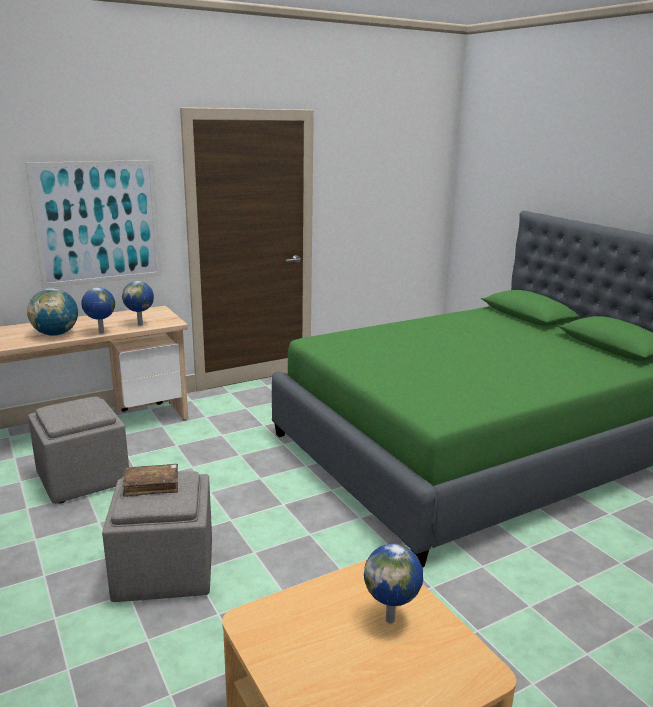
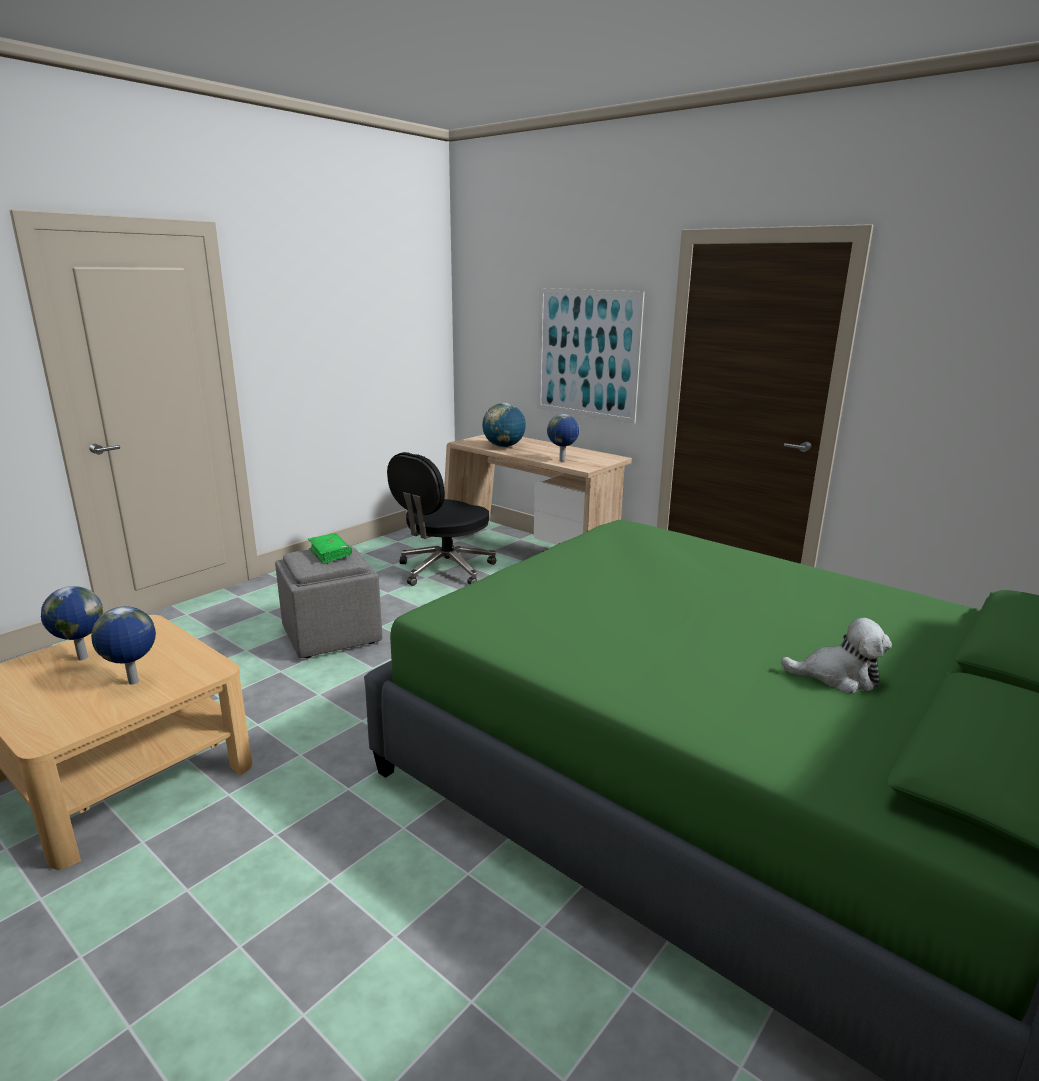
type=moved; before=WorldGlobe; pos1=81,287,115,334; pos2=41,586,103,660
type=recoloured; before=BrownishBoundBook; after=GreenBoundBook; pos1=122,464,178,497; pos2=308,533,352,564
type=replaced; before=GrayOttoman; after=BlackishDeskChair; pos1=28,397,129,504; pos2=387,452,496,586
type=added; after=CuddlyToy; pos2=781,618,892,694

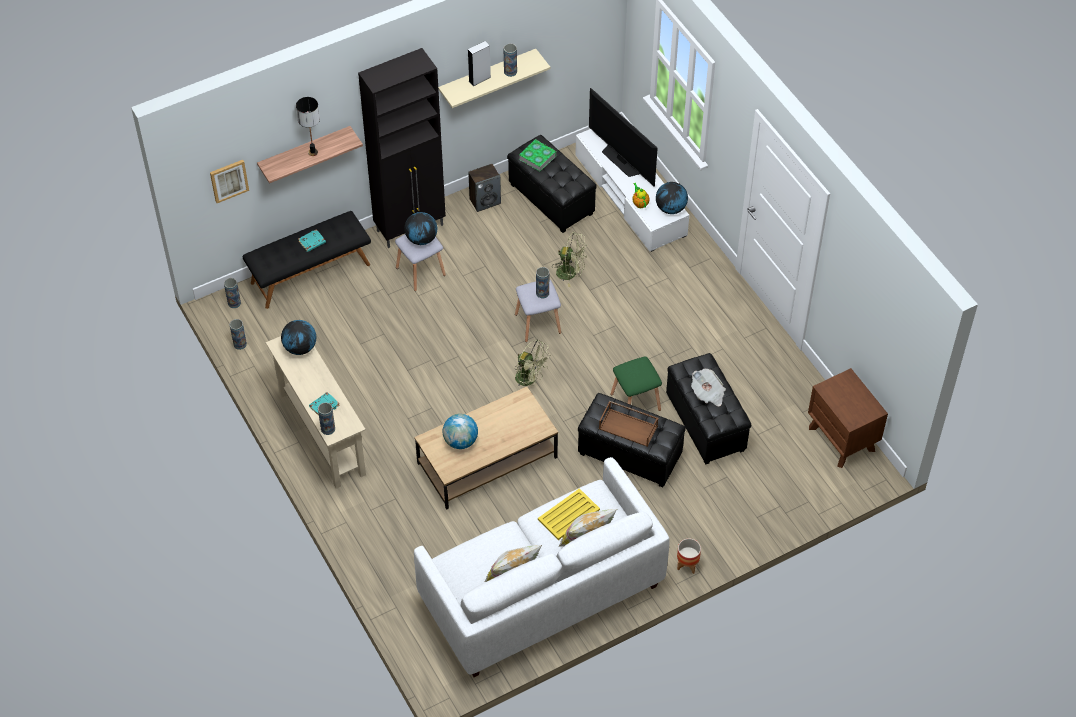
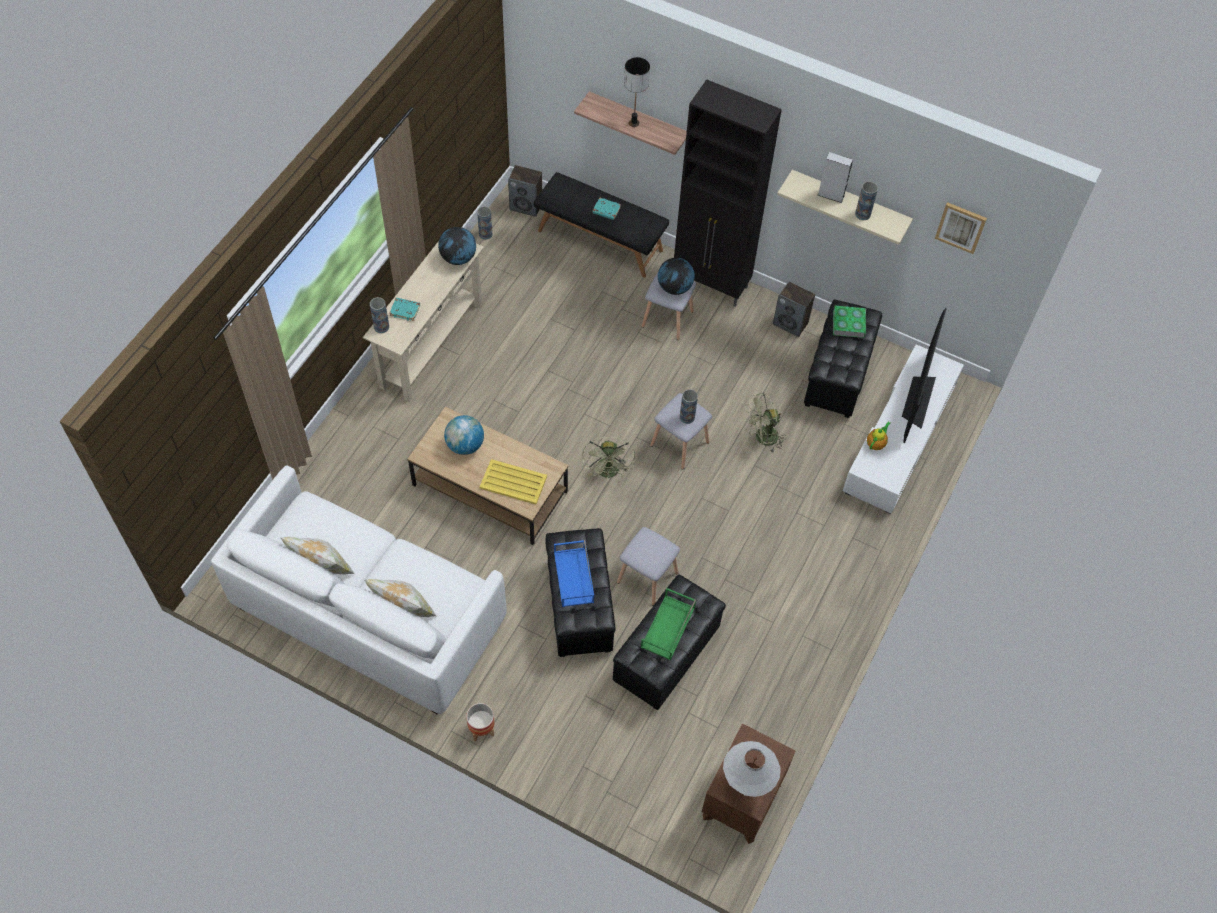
type=moved; before=YellowishServingTray; pos1=538,488,600,540; pos2=480,459,547,504
type=replaced; before=Vase; after=AudioSpeaker; pos1=224,278,241,308; pos2=508,165,542,217
type=recoloured; before=BrownishServingTray; after=BlueColouredServingTray; pos1=599,401,658,447; pos2=554,540,594,607
type=recoloured; before=GreenStool; after=GrayStool; pos1=610,356,662,411; pos2=617,527,680,605
type=replaced; before=DailyPaper; after=GreenServingTray; pos1=691,369,726,406; pos2=641,588,696,660
type=added; after=WhitishLampForATable; pos2=723,741,781,797
type=turned; before=GreenCoolingFan; pos1=553,232,587,287; pos2=745,393,787,452; turn=90
type=moved; before=Picture; pos1=210,160,249,203; pos2=935,202,987,254
type=removed; before=WorldGlobe; pos1=656,182,688,214

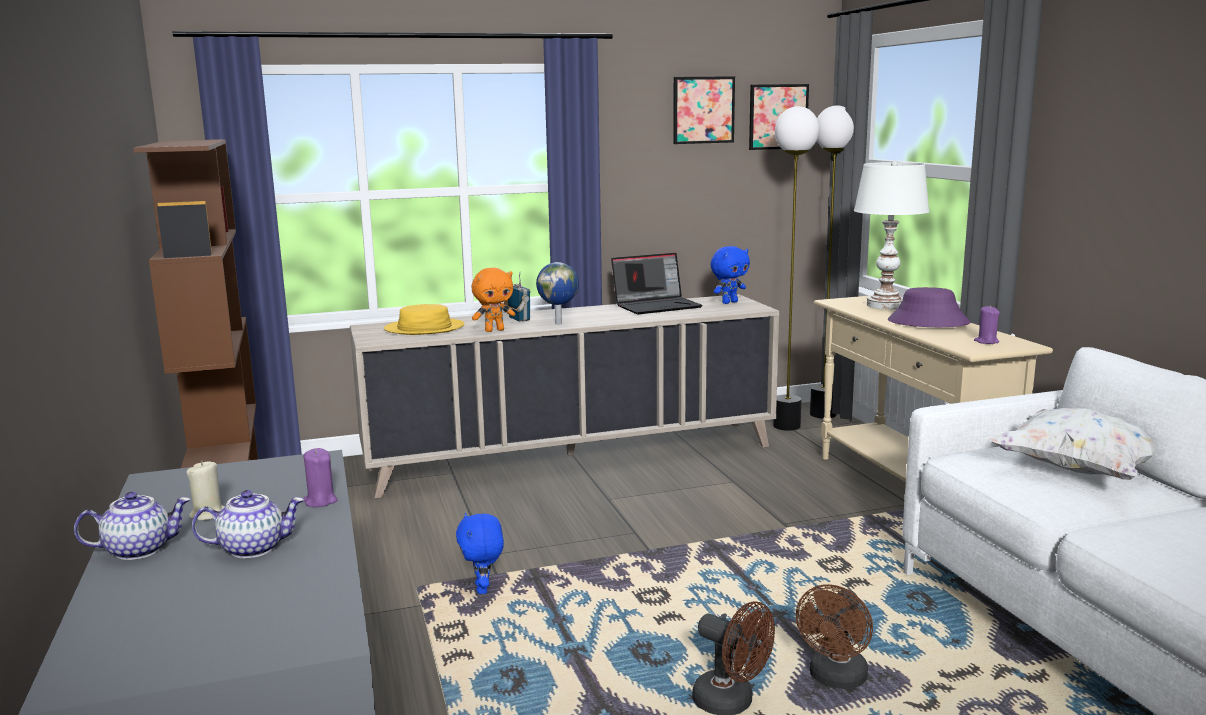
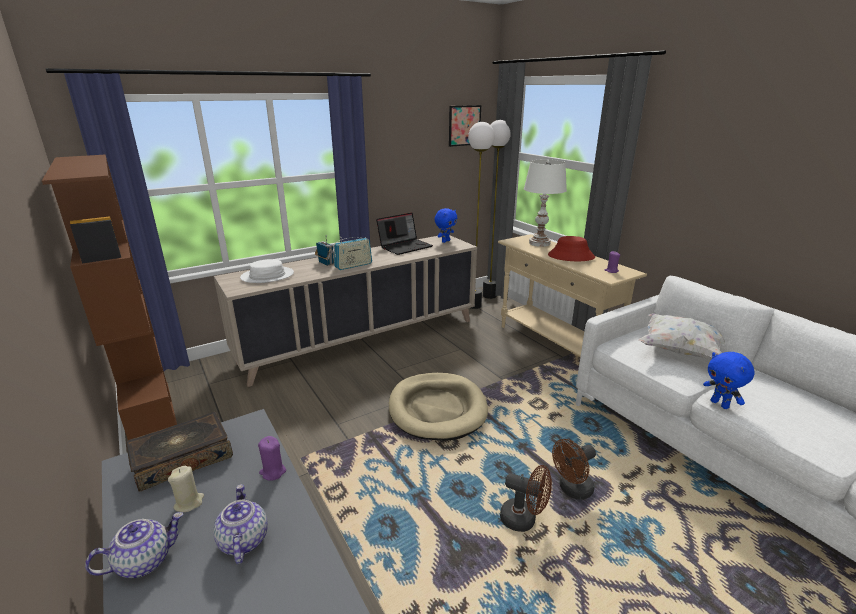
type=added; after=BoundBook; pos2=126,412,233,492
type=turned; before=PotForTea; pos1=192,490,304,558; pos2=213,484,268,564; turn=-75
type=recoloured; before=YellowishWearableHat; after=WhitishWearableHat; pos1=384,304,465,335; pos2=240,259,294,283
type=replaced; before=WorldGlobe; after=RadioReceiver; pos1=536,262,579,325; pos2=334,237,372,270
type=added; after=BeigeColouredPetBed; pos2=389,373,488,441
type=recoloured; before=PurplishWearableHat; after=ReddishWearableHat; pos1=888,287,971,327; pos2=548,236,595,261
type=turned; before=BrownishCoolingFan; pos1=796,584,873,689; pos2=552,439,596,500; turn=45
type=moved; before=BlueColouredCuddlyToy; pos1=456,513,504,594; pos2=703,352,755,409
type=removed; before=OrangeColouredCuddlyToy; pos1=472,268,515,332
type=removed; before=Picture; pos1=674,76,735,144

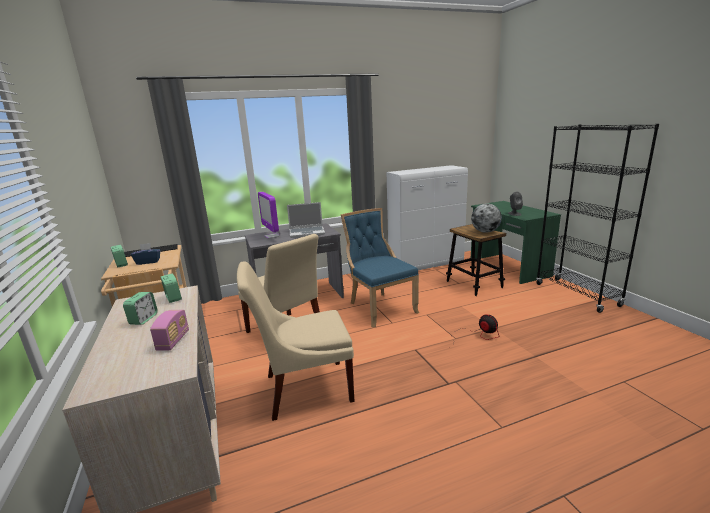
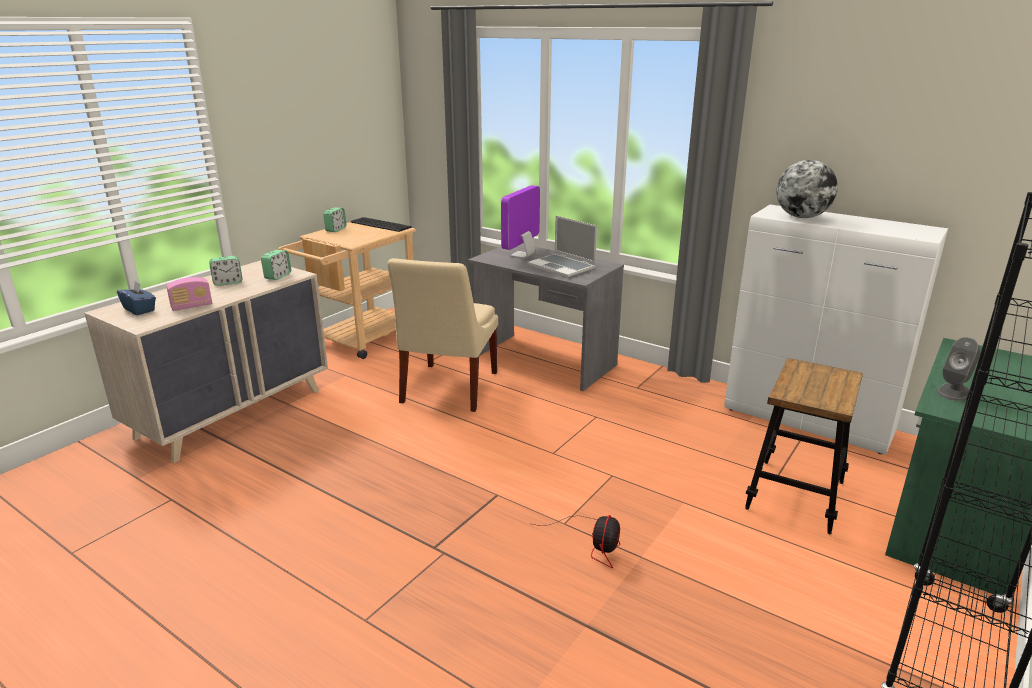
type=moved; before=BlueColouredBoxOfTissues; pos1=131,243,161,265; pos2=117,281,156,315
type=moved; before=WorldGlobe; pos1=471,204,502,233; pos2=776,160,838,218
type=removed; before=BeigeColouredPlainChair; pos1=237,261,355,421
type=removed; before=BlueColouredPlainChair; pos1=341,208,419,328

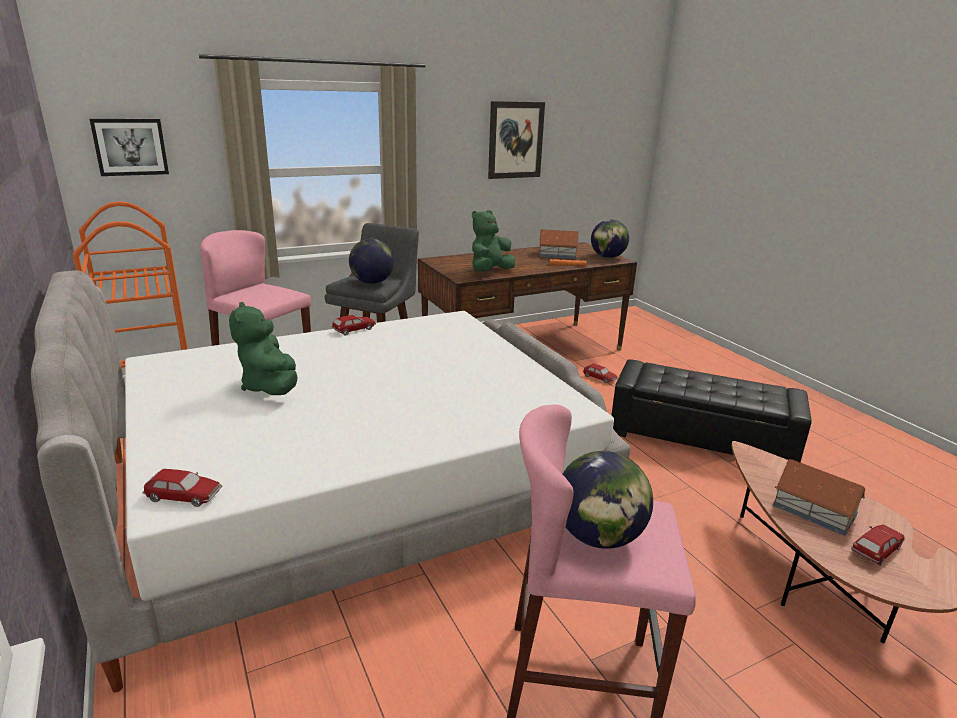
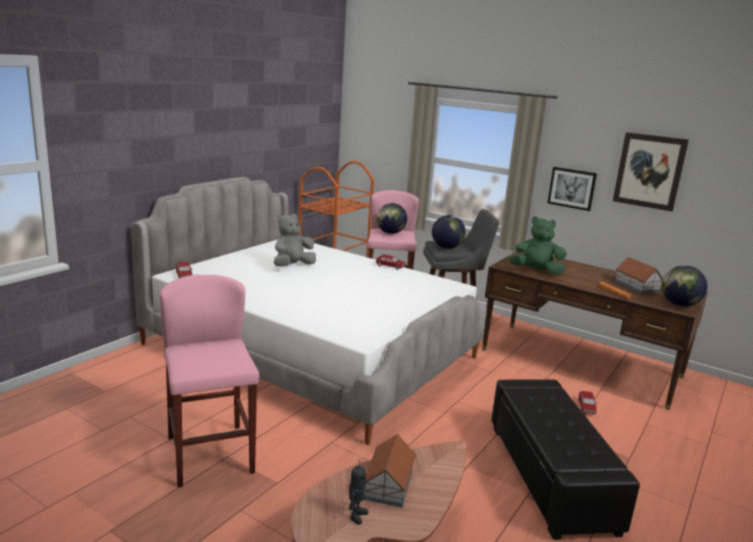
type=recoloured; before=GreenCuddlyToy; after=GrayCuddlyToy; pos1=229,302,297,395; pos2=274,214,316,267
type=replaced; before=ToyCar; after=ToyRobot; pos1=851,525,905,566; pos2=349,460,368,525
type=moved; before=WorldGlobe; pos1=562,451,653,549; pos2=377,203,407,234
type=moved; before=Picture; pos1=89,119,169,176; pos2=547,167,597,211

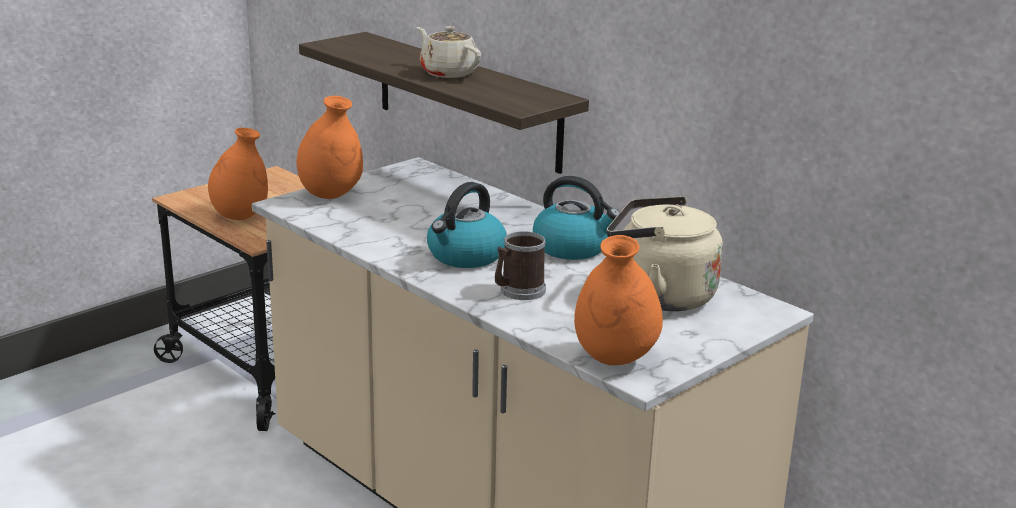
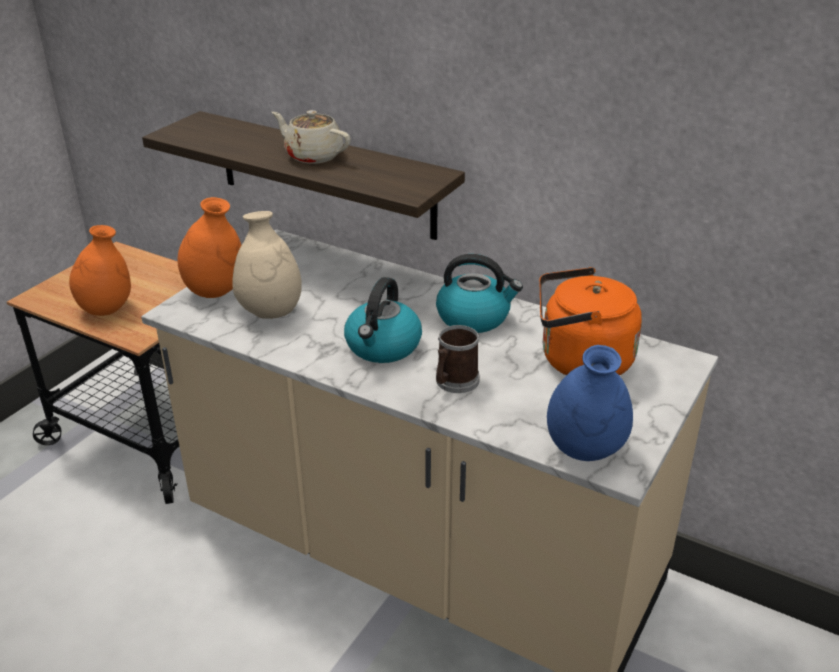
type=added; after=BeigeColouredVase; pos2=232,211,302,319
type=recoloured; before=BeigeColouredKettle; after=OrangeColouredKettle; pos1=607,196,723,311; pos2=539,267,642,376
type=recoloured; before=OrangeColouredVase; after=BlueColouredVase; pos1=574,235,663,365; pos2=547,345,633,461

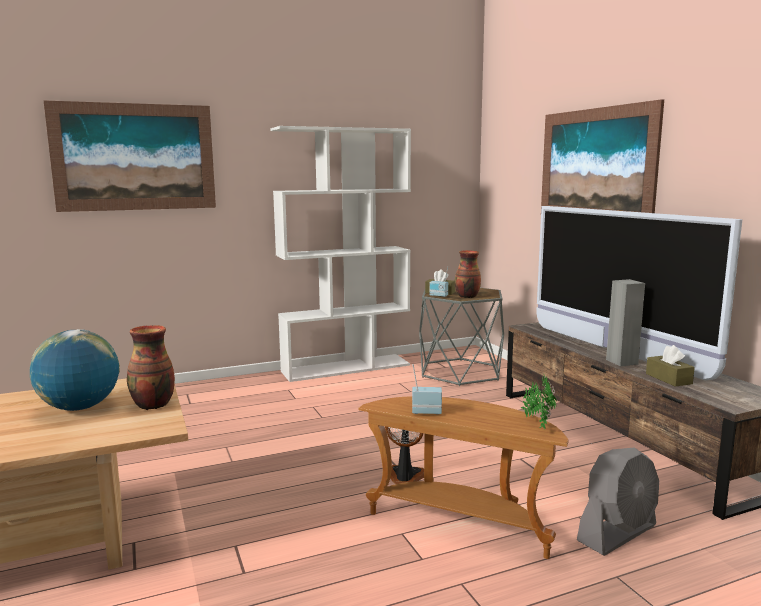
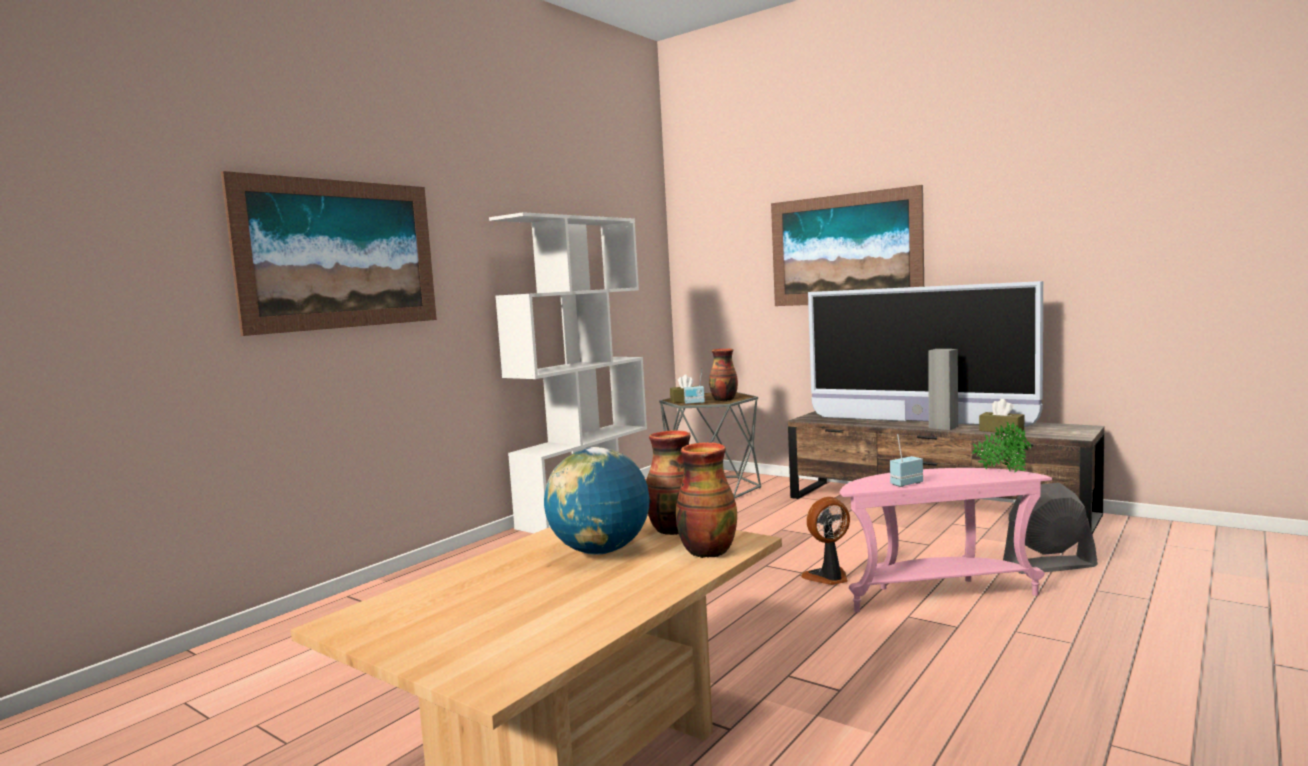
type=added; after=Vase; pos2=676,442,737,558
type=recoloured; before=BrownishEndTable; after=PinkishEndTable; pos1=358,396,569,559; pos2=840,468,1052,612
type=turned; before=GrayCoolingFan; pos1=577,448,659,556; pos2=1003,483,1098,574; turn=-120

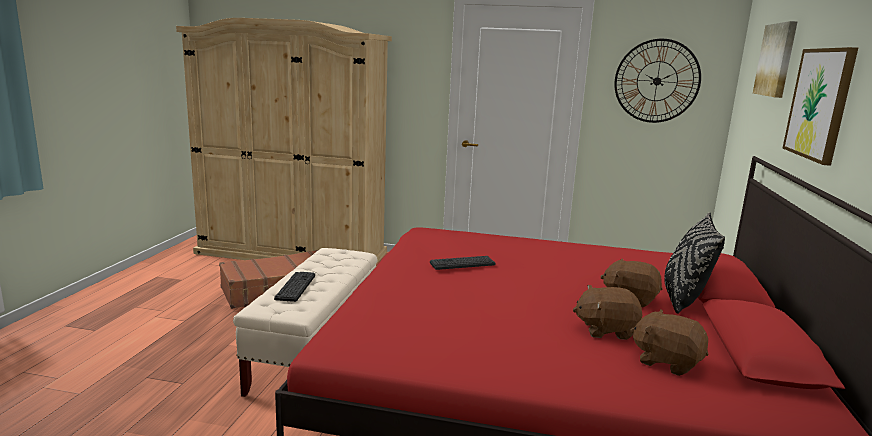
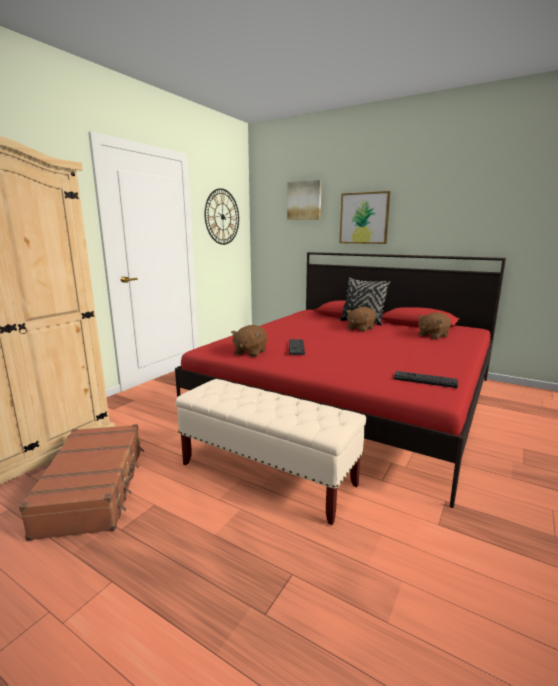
type=moved; before=BrownishCuddlyToy; pos1=573,285,642,340; pos2=231,325,267,357
type=moved; before=Keyboard; pos1=274,272,315,302; pos2=393,371,458,388

